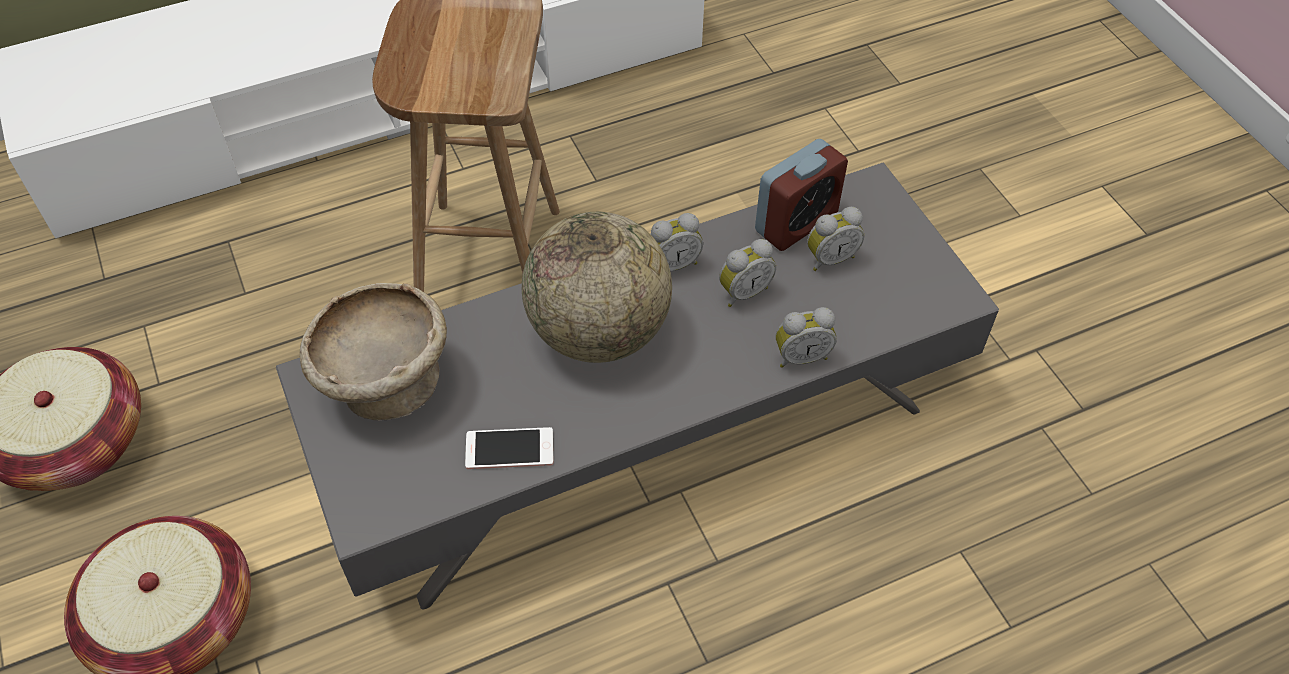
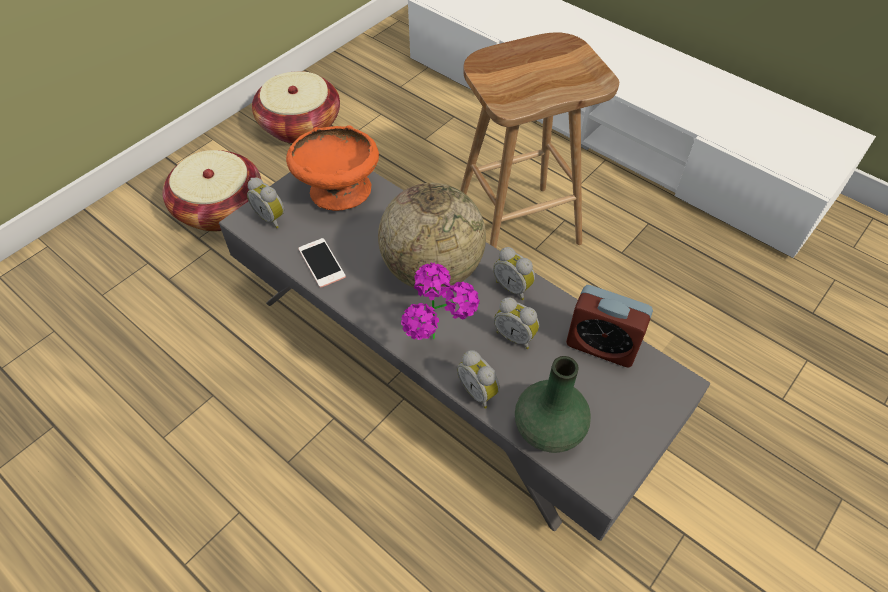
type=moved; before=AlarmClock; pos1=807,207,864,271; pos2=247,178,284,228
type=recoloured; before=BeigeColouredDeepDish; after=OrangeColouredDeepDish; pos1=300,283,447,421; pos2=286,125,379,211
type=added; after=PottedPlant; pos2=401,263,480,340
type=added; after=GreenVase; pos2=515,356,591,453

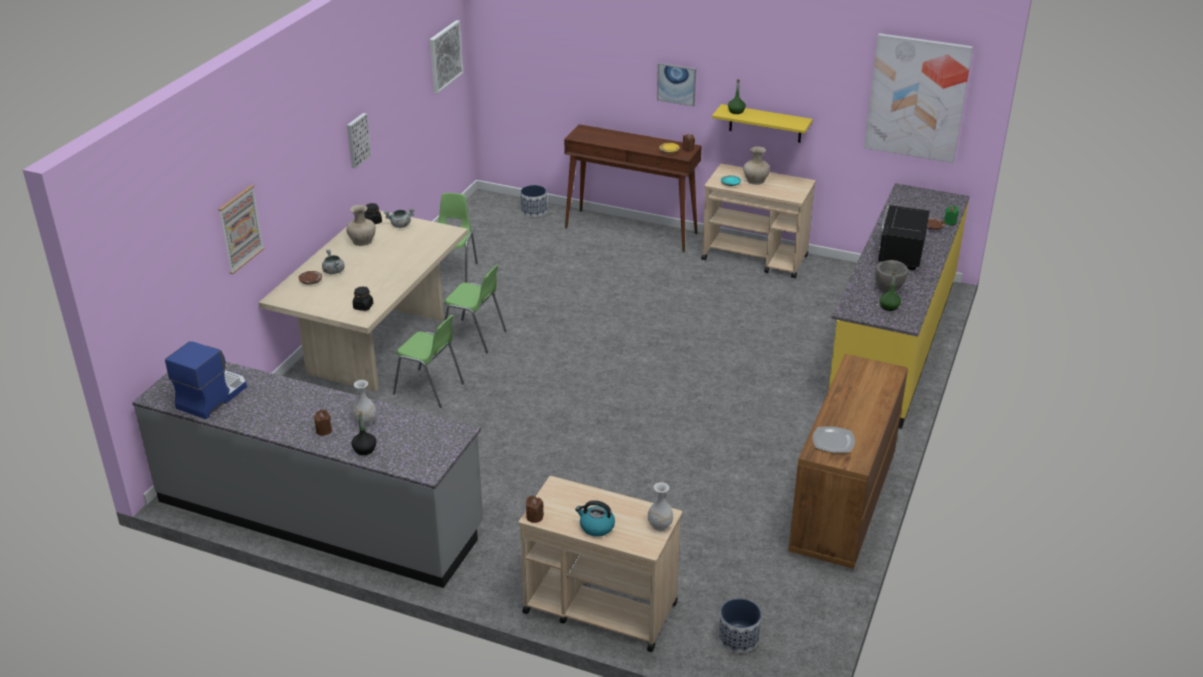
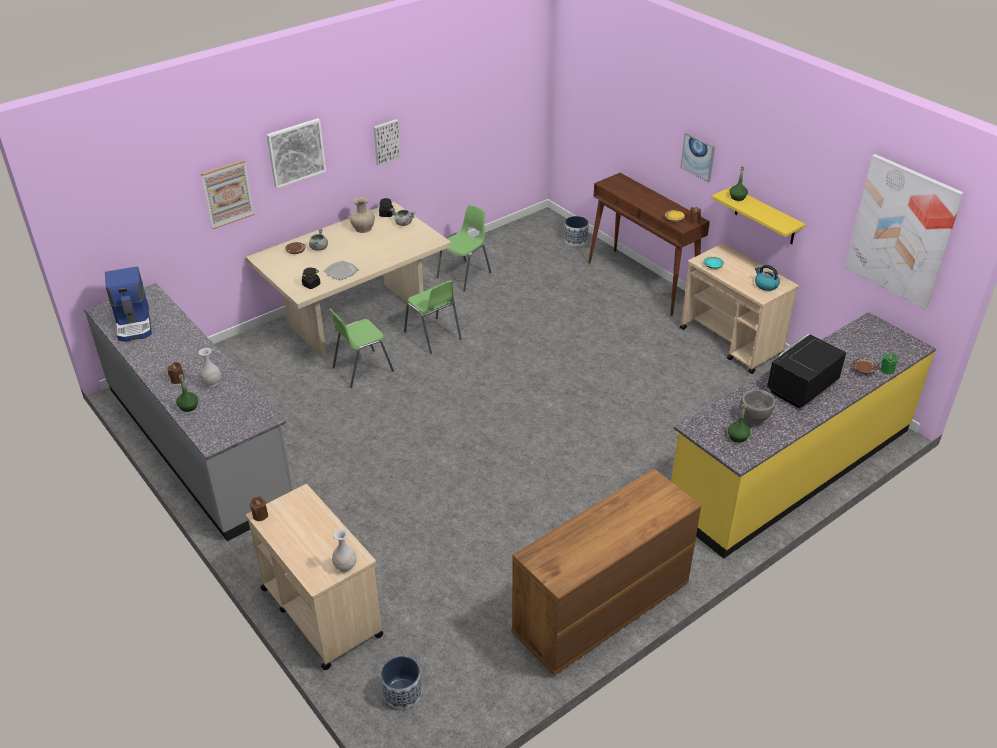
type=turned; before=CoffeeMachine; pos1=165,341,247,419; pos2=105,266,152,342; turn=105
type=recoloured; before=BlackishDrinkBottle; after=GreenDrinkBottle; pos1=351,411,377,455; pos2=176,374,198,412
type=moved; before=Picture; pos1=430,20,463,94; pos2=267,118,326,188
type=moved; before=FlatDish; pos1=813,426,855,453; pos2=324,261,359,280
type=turned; before=GreenPlainChair; pos1=393,315,464,408; pos2=329,308,394,388; turn=90
type=moved; before=Kettle; pos1=575,500,615,537; pos2=755,265,780,291
type=removed; before=BeigeColouredVase; pos1=743,146,770,185

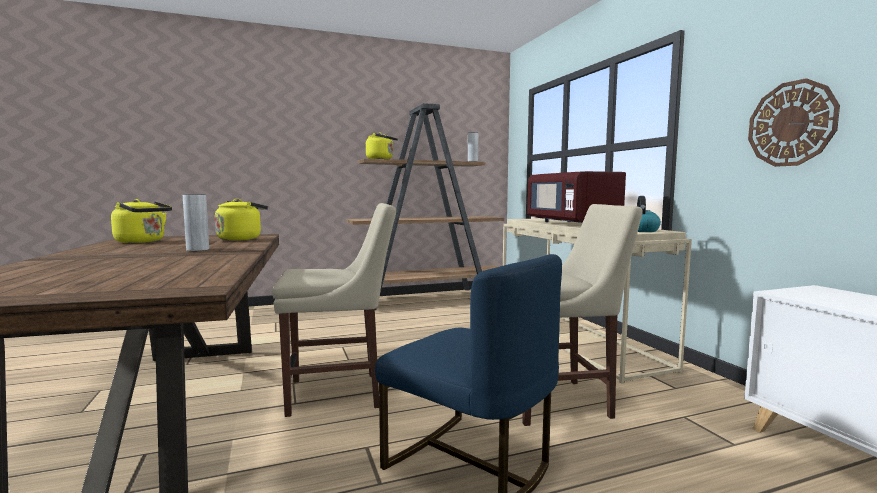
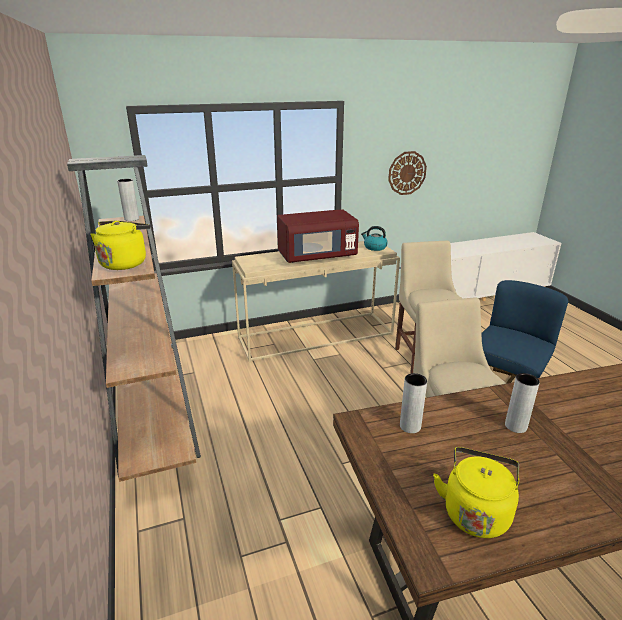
type=replaced; before=YellowishKettle; after=GrayVase; pos1=215,199,268,241; pos2=400,373,427,433

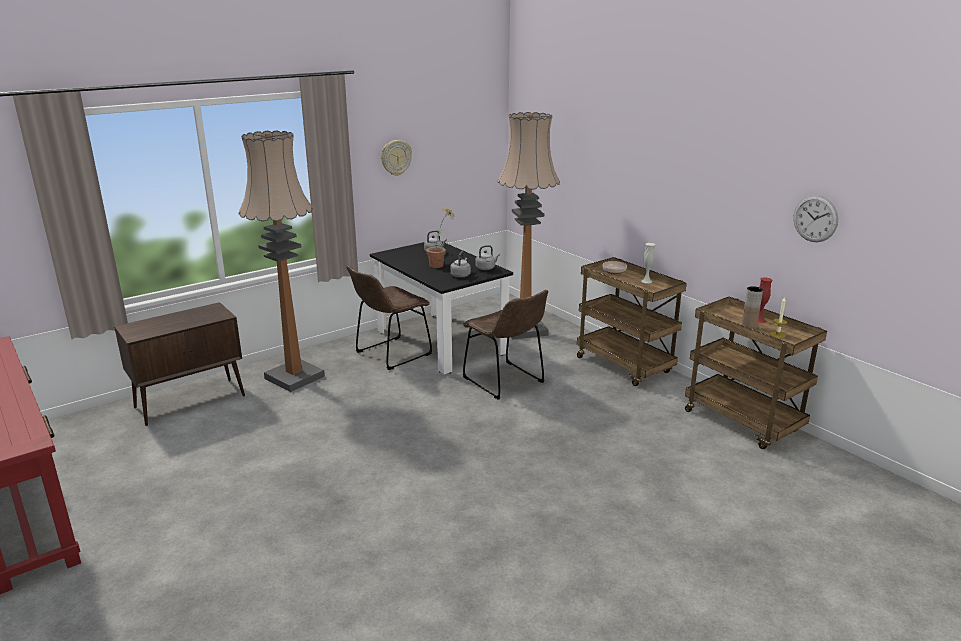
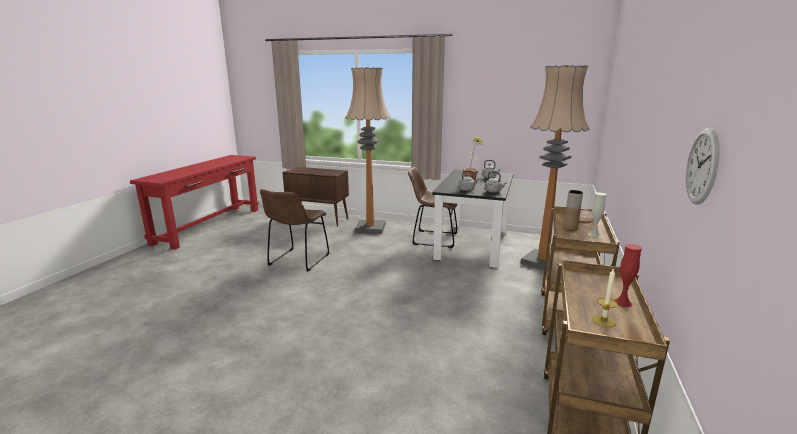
type=moved; before=BrownishPlainChair; pos1=463,290,548,400; pos2=260,189,329,272
type=moved; before=BrownishVase; pos1=741,286,763,330; pos2=564,190,583,230
type=removed; before=WallClock; pos1=381,140,412,176

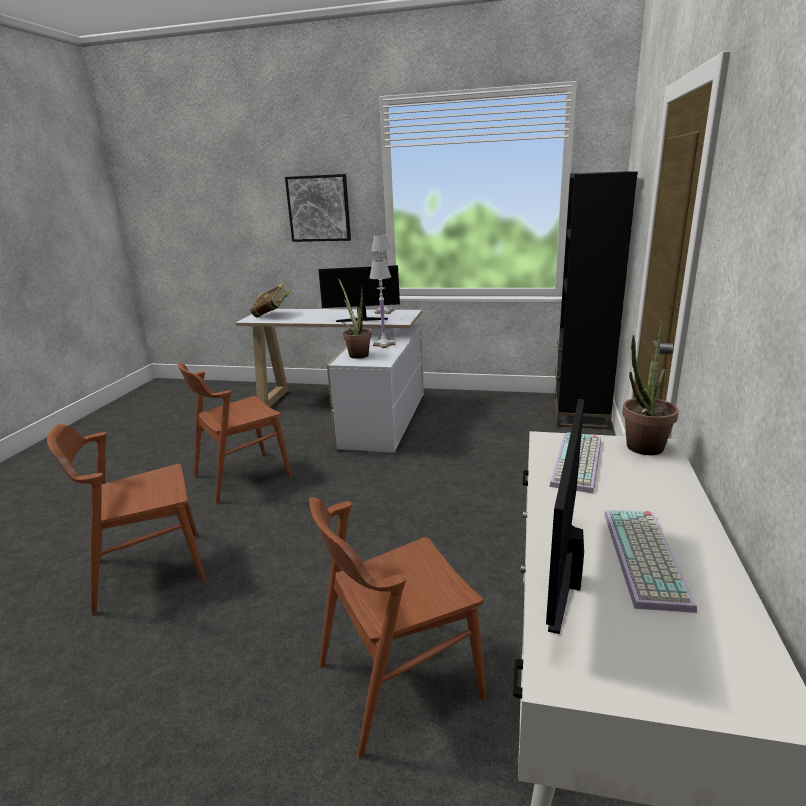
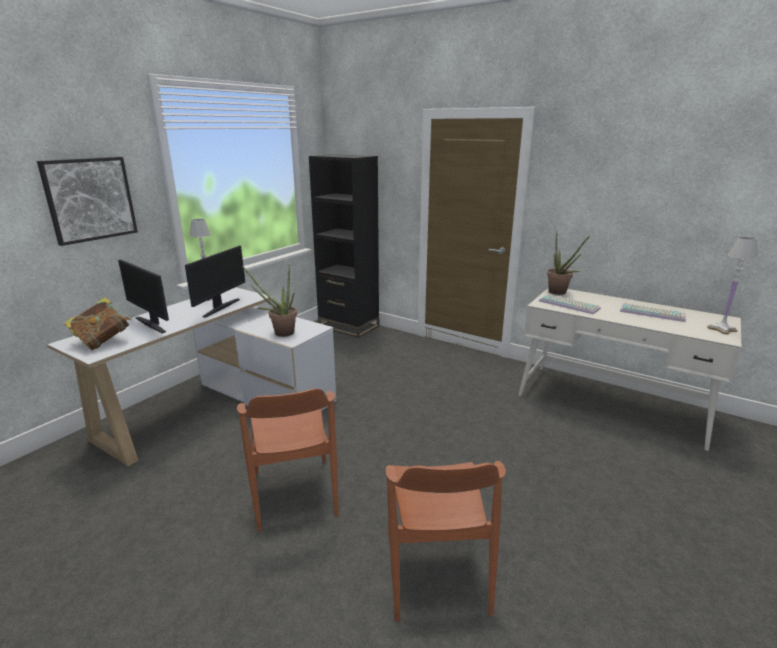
type=moved; before=ComputerScreen; pos1=546,399,584,634; pos2=118,259,169,333
type=moved; before=WhitishLampForATable; pos1=369,260,395,348; pos2=707,237,758,335
type=removed; before=BrownishPlainChair; pos1=309,497,486,758

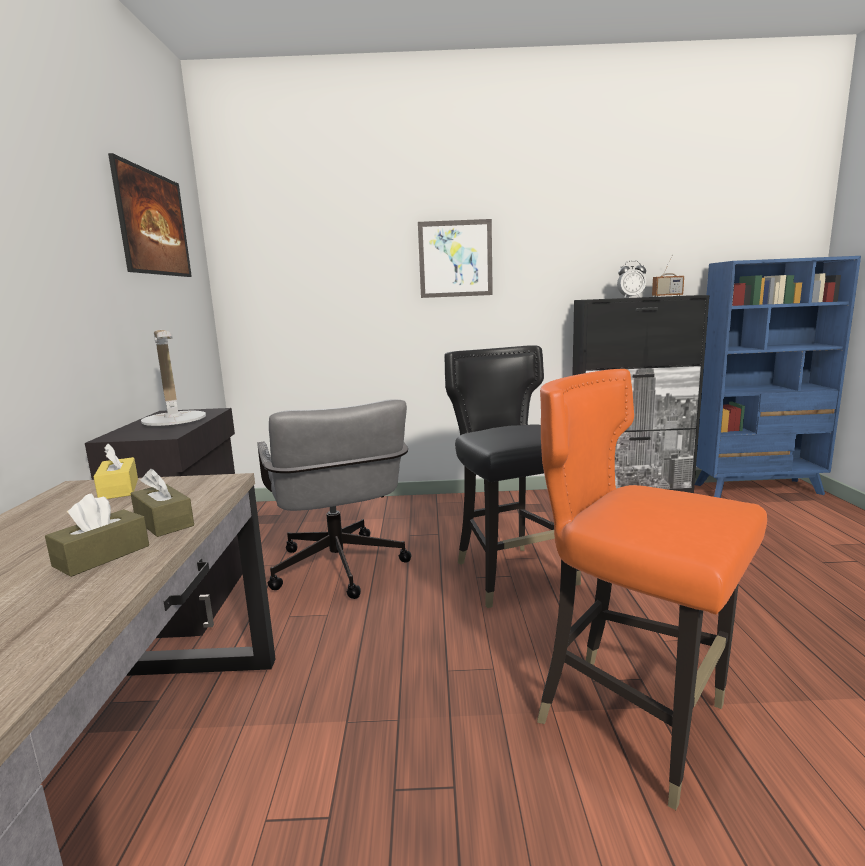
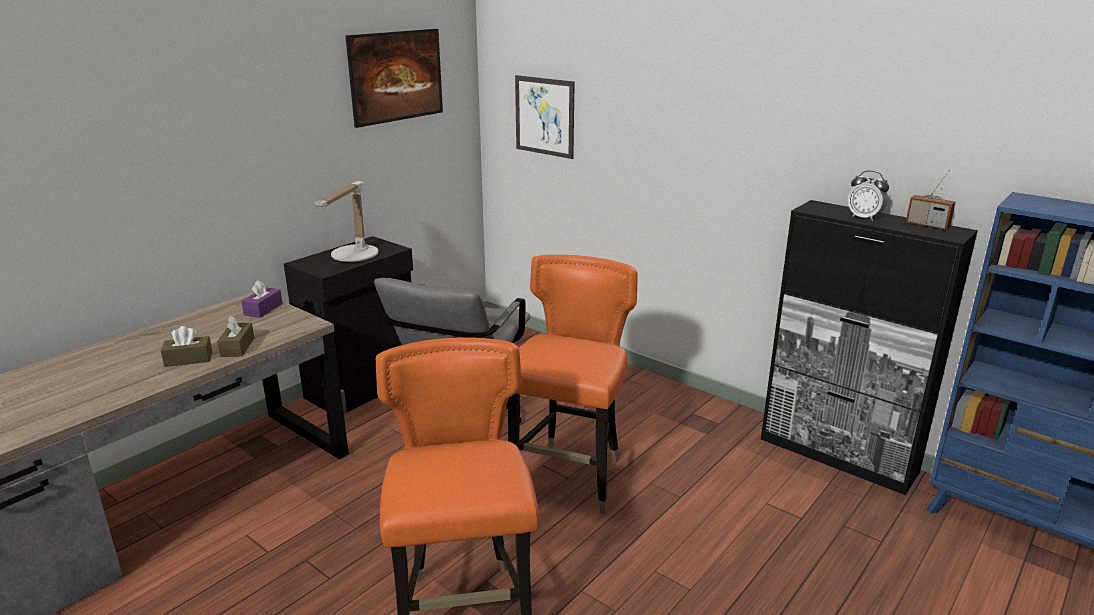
type=recoloured; before=YellowishBoxOfTissues; after=PurplishBoxOfTissues; pos1=93,444,138,499; pos2=241,280,283,318
type=recoloured; before=BlackishPlainChair; after=OrangeColouredPlainChair; pos1=444,345,581,608; pos2=507,255,638,515
type=moved; before=Picture; pos1=418,219,493,298; pos2=515,75,575,159

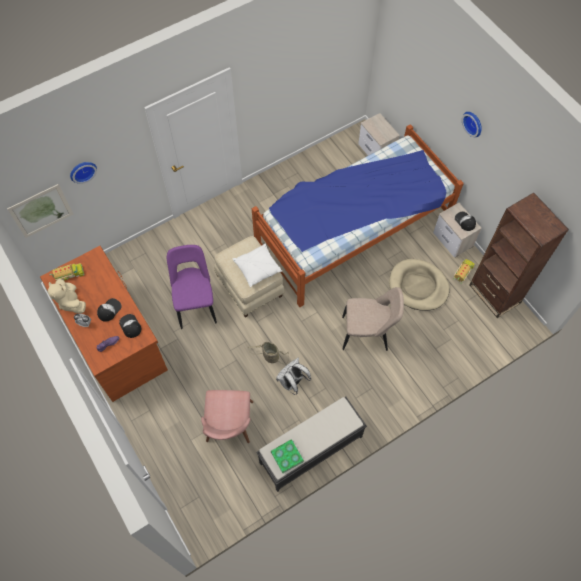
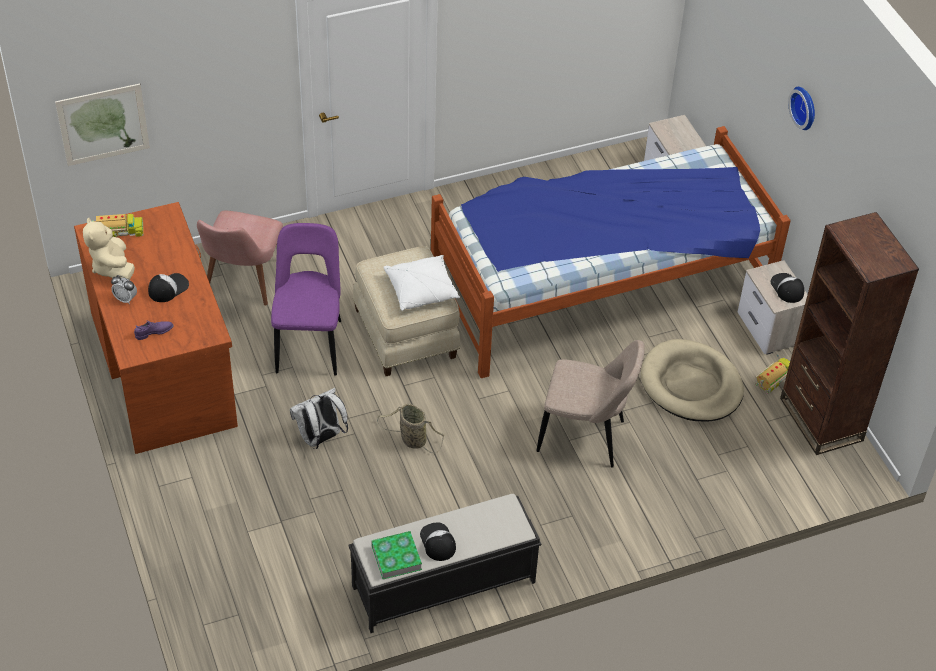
type=moved; before=PinkishPlainChair; pos1=201,390,253,443; pos2=197,211,283,305
type=moved; before=WhitishBackpack; pos1=276,357,311,395; pos2=290,388,348,449
type=moved; before=PeakedCap; pos1=119,314,141,338; pos2=420,522,456,561
type=removed; before=WallClock; pos1=70,162,97,184

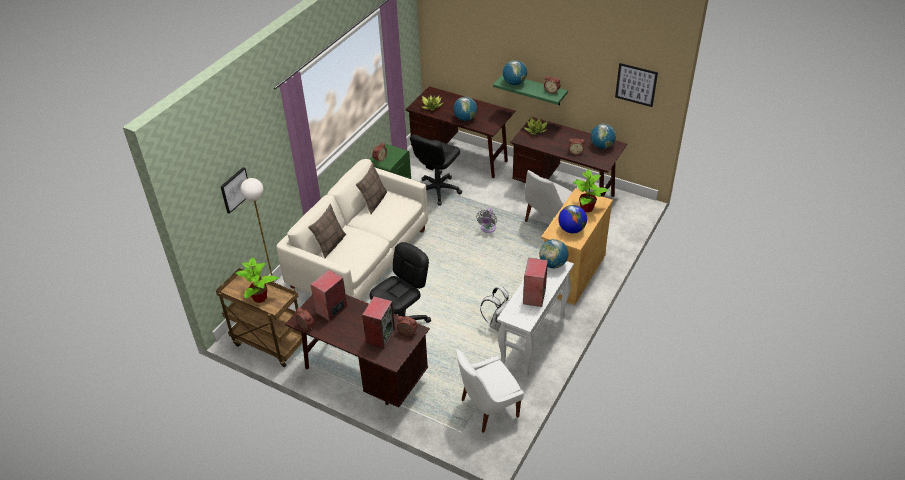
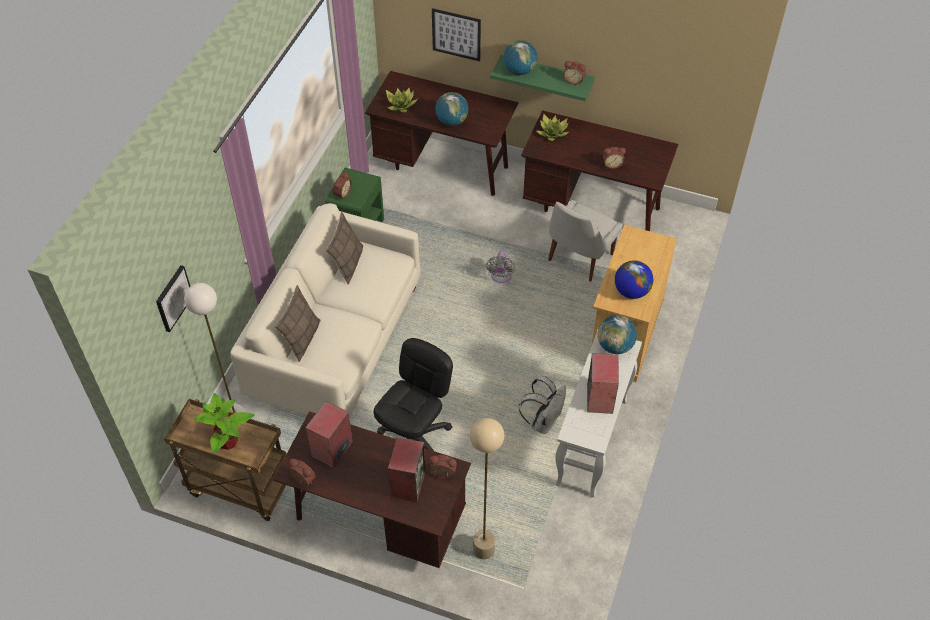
type=moved; before=Picture; pos1=615,63,658,107; pos2=432,8,481,61
type=added; after=BeigeColouredFloorLamp; pos2=470,418,505,560
type=removed; before=BlackishDeskChair; pos1=410,134,462,206
type=removed; before=WhitishPlainChair; pos1=456,349,524,433
type=removed; before=PottedPlant; pos1=573,169,609,212
type=removed; before=WorldGlobe; pos1=591,124,616,149

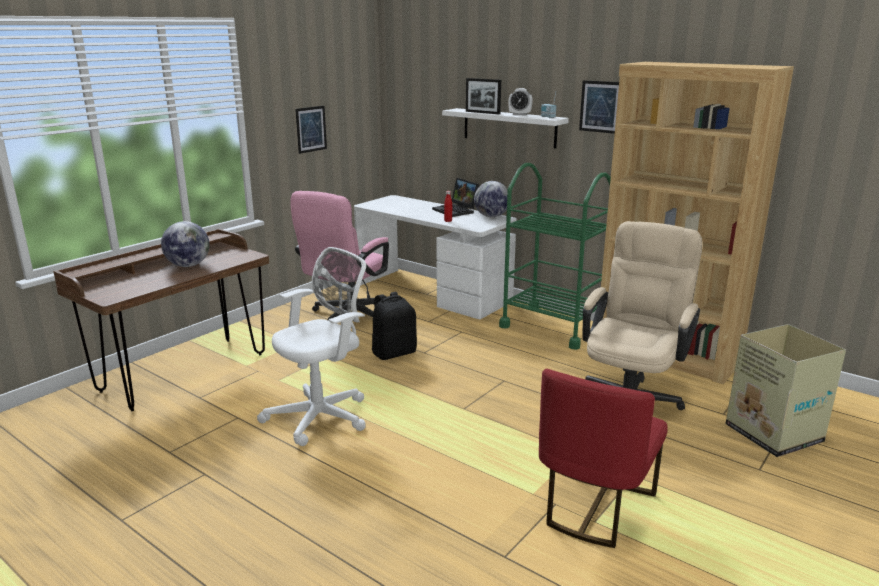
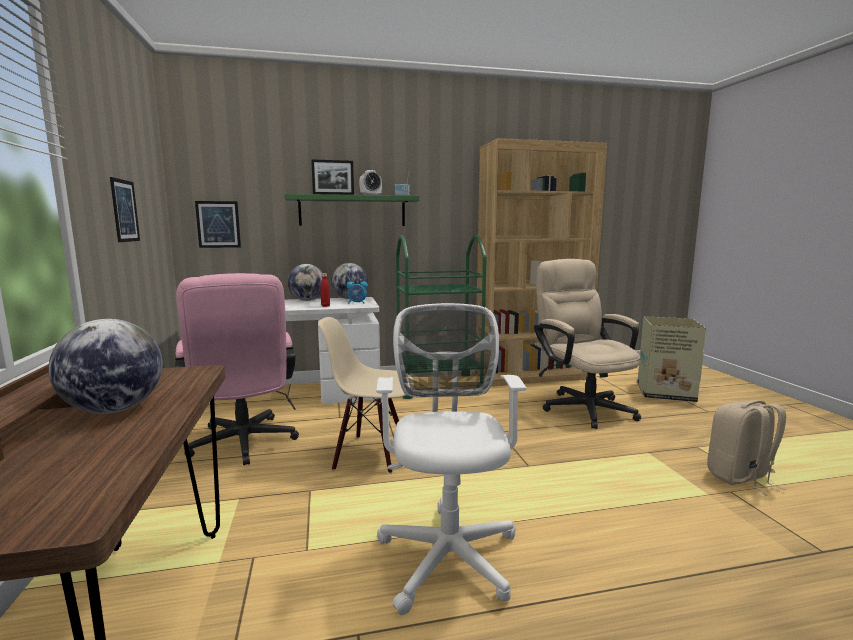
type=moved; before=Picture; pos1=579,80,619,134; pos2=195,201,241,248
type=recoloured; before=WhitishWallShelf; after=GreenWallShelf; pos1=442,108,569,148; pos2=284,194,419,226
type=replaced; before=Laptop; after=WorldGlobe; pos1=432,178,480,217; pos2=287,264,323,301
type=replaced; before=BlackishBackpack; after=BeigeColouredPlainChair; pos1=372,292,417,360; pos2=318,317,413,474
type=added; after=AlarmClock; pos2=346,278,368,304
type=replaced; before=ReddishPlainChair; after=BeigeColouredBackpack; pos1=539,369,668,548; pos2=707,400,786,495

